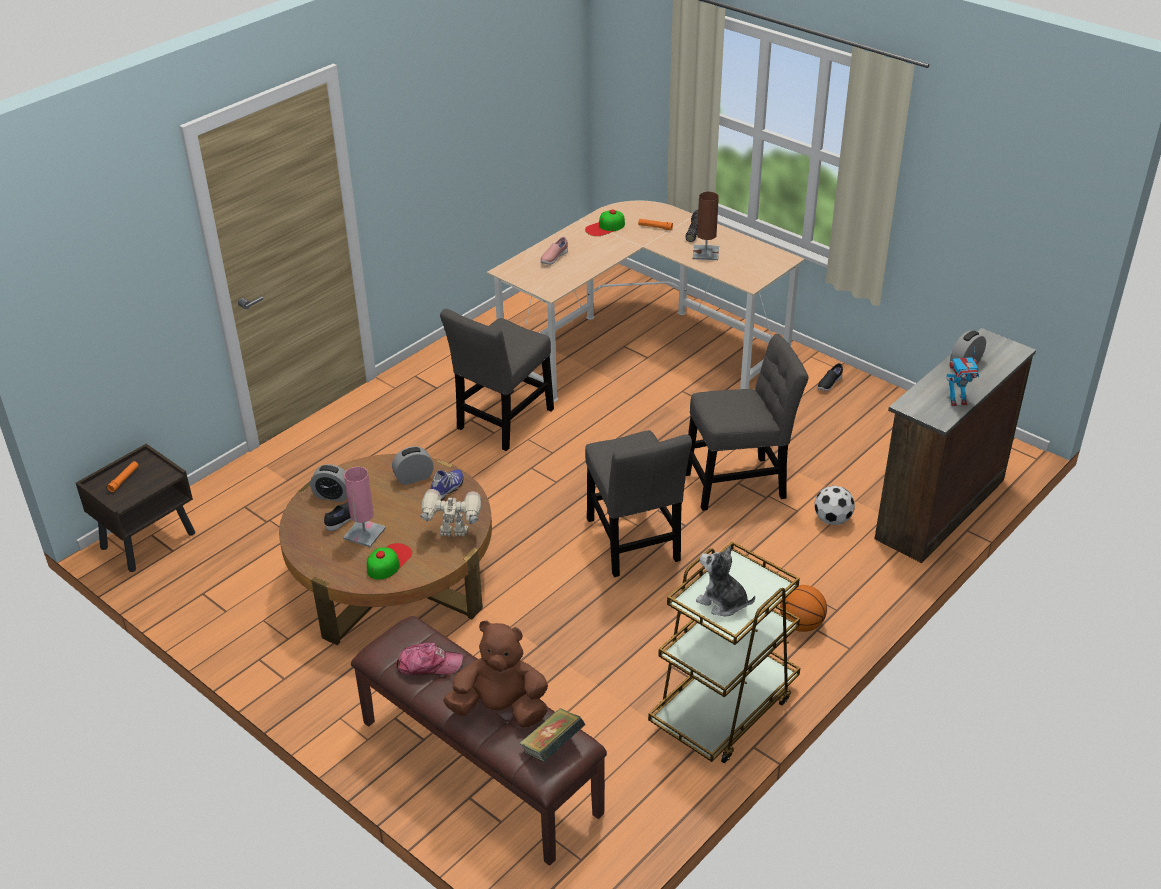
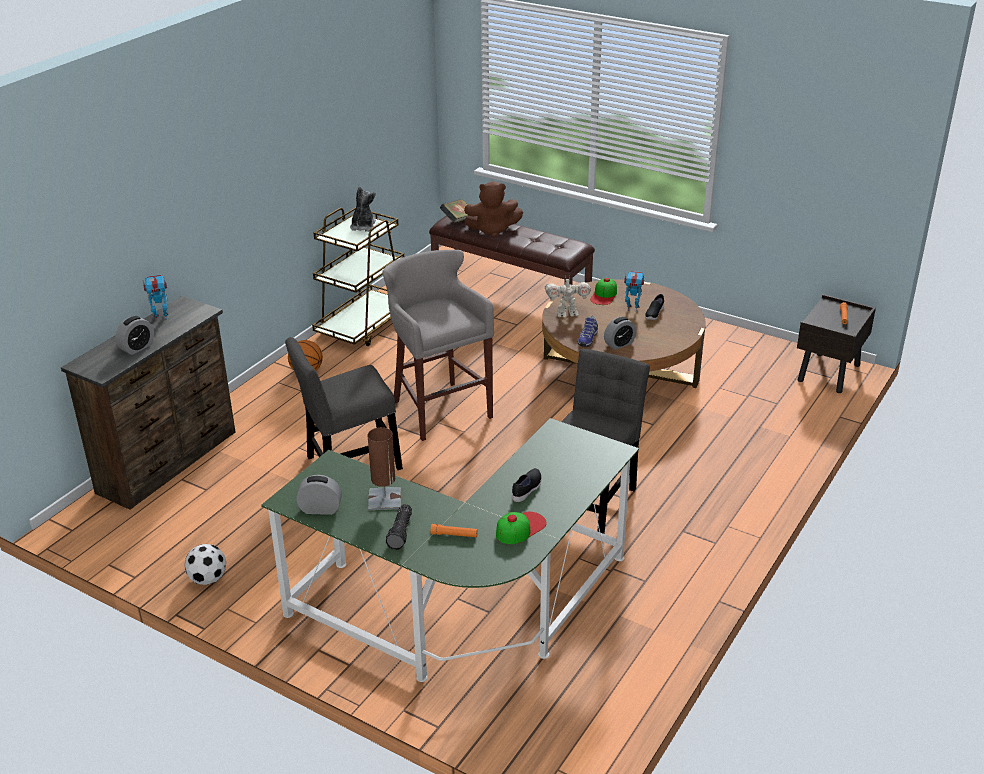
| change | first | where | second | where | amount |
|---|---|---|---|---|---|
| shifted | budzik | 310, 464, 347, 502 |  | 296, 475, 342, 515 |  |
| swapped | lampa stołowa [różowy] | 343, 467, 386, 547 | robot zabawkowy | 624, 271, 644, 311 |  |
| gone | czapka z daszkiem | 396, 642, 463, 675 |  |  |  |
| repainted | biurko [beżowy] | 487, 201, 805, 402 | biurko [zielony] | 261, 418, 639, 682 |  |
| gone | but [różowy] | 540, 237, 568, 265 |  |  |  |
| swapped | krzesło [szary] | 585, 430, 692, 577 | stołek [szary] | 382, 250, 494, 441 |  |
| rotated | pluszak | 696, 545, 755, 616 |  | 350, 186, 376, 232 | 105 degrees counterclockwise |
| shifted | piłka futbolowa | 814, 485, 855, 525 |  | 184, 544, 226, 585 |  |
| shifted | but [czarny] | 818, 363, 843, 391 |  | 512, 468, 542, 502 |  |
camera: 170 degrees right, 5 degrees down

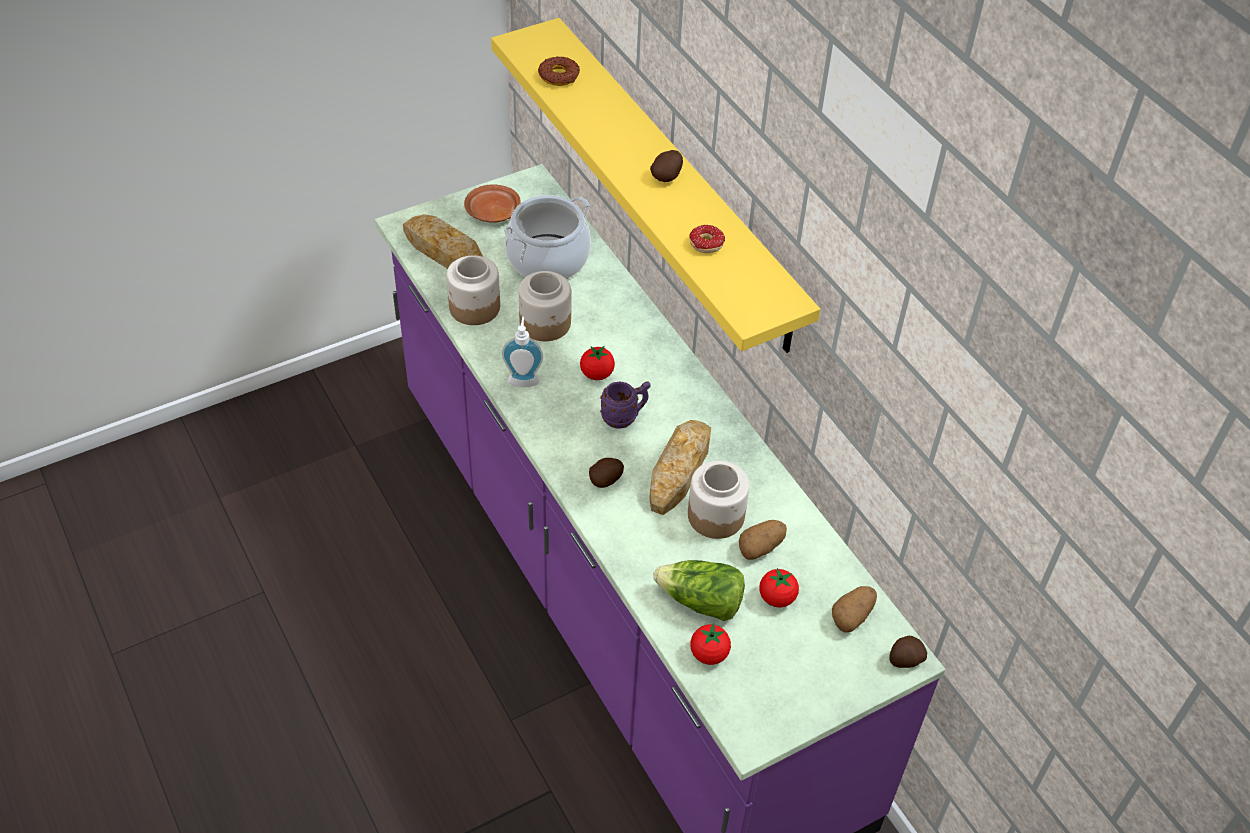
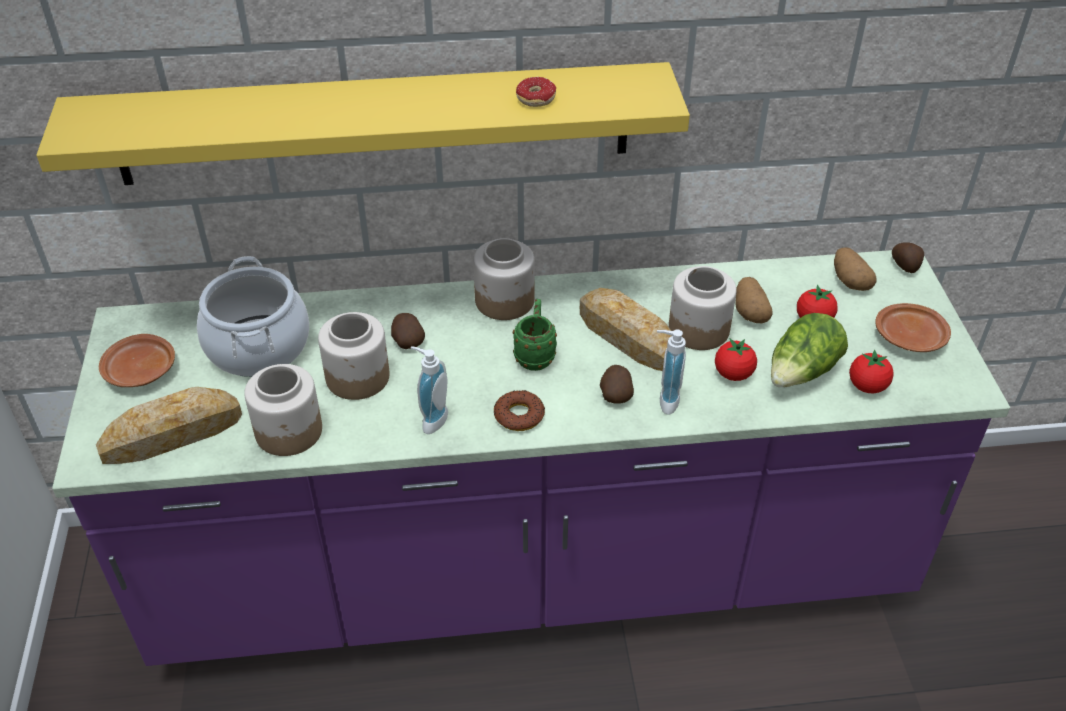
| change | first | where | second | where | amount |
|---|---|---|---|---|---|
| shifted | donut | 538, 56, 580, 86 |  | 494, 390, 545, 431 |  |
| shifted | pomidor | 580, 346, 615, 380 |  | 715, 339, 757, 381 |  |
| repainted | kubek [fioletowy] | 600, 382, 651, 429 | kubek [zielony] | 513, 299, 557, 371 |  |
| shifted | ziemniak | 650, 150, 683, 182 |  | 391, 313, 425, 349 |  |
| new |  |  | słoik | 473, 238, 535, 320 |  |
| new |  |  | dozownik mydła | 657, 330, 686, 415 |  |
| new |  |  | talerz [brązowy] | 875, 303, 951, 352 |  |
camera: 65 degrees left, 5 degrees down

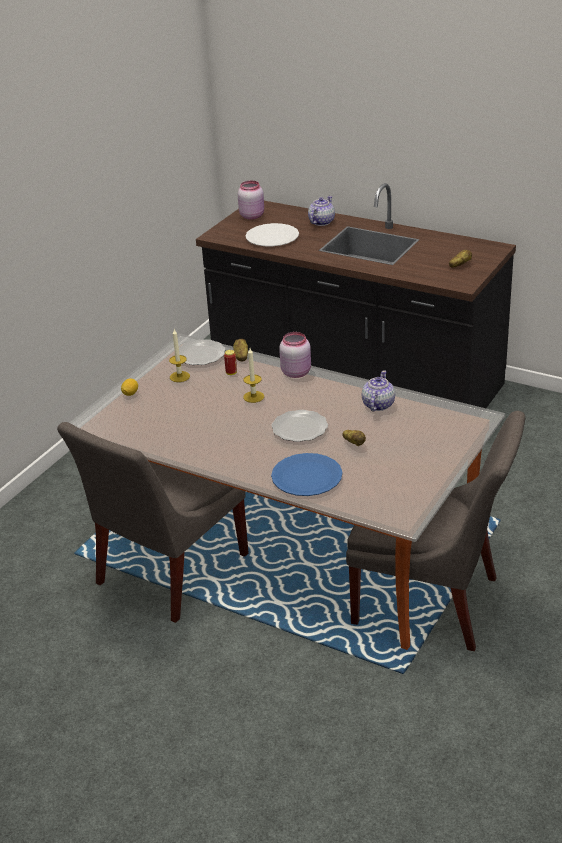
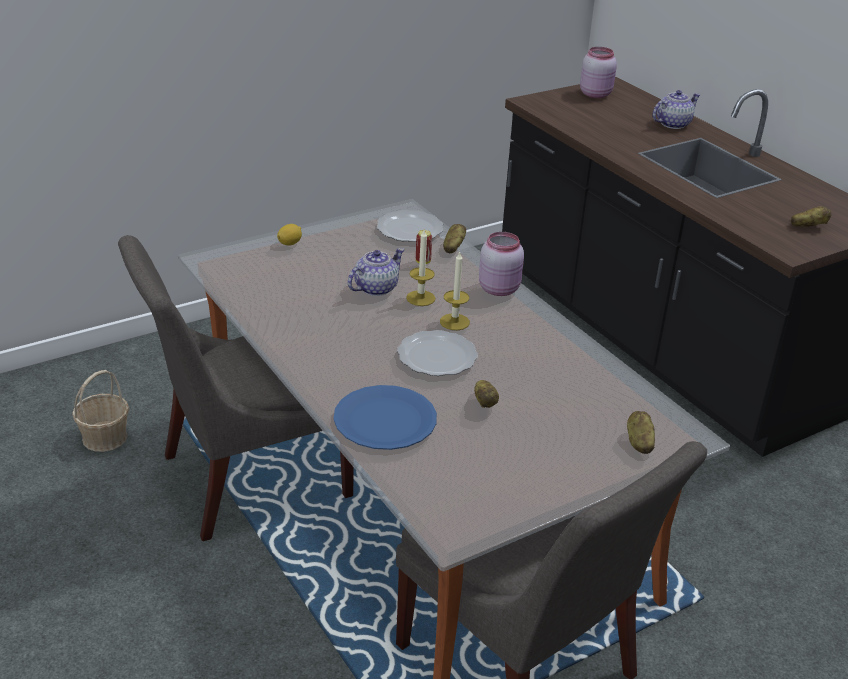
| change | first | where | second | where | amount |
|---|---|---|---|---|---|
| shifted | świeca | 169, 329, 190, 382 |  | 440, 251, 470, 330 |  |
| gone | talerz [biały] | 246, 223, 299, 246 |  |  |  |
| shifted | imbryk | 362, 370, 395, 412 |  | 348, 248, 405, 296 |  |
| new |  |  | koszyk | 72, 370, 129, 452 |  |
| new |  |  | ziemniak | 627, 411, 655, 454 |  |
camera: 25 degrees right, 0 degrees up

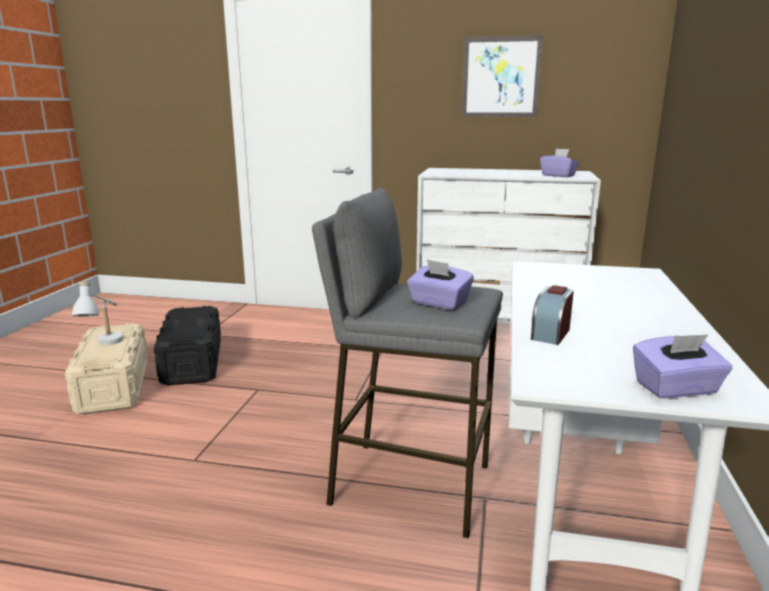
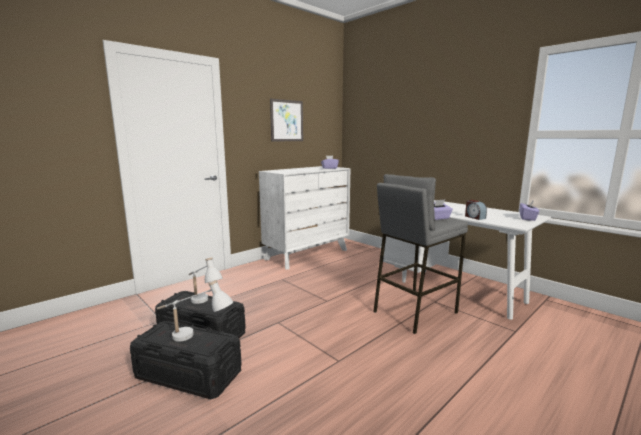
| change | first | where | second | where | amount |
|---|---|---|---|---|---|
| repainted | pojemnik do przechowywania [beżowy] | 65, 323, 148, 414 | pojemnik do przechowywania [czarny] | 130, 321, 242, 399 |  |
| new |  |  | lampa stołowa [biały] | 189, 257, 223, 304 |  |
camera: 55 degrees left, 5 degrees down

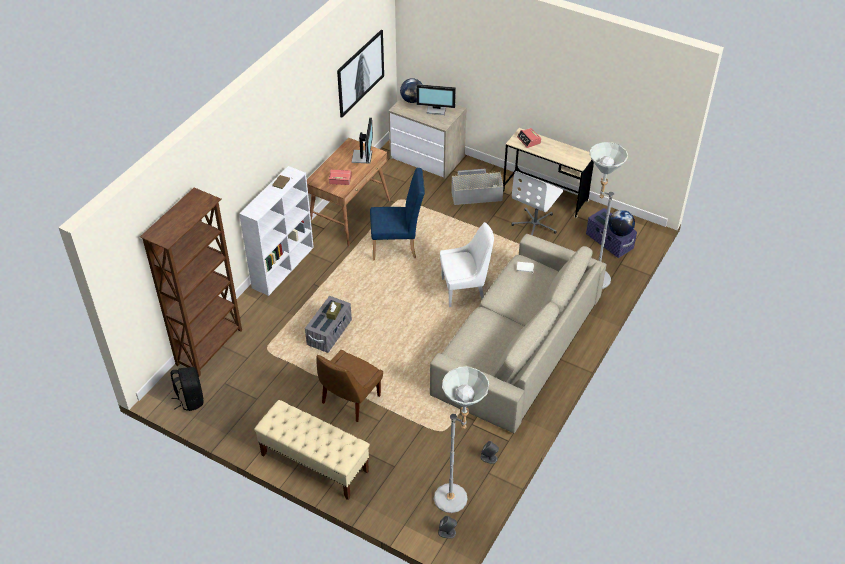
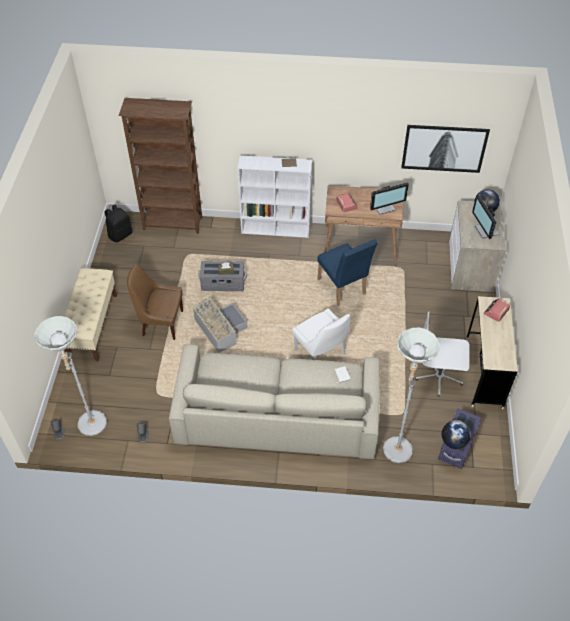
| change | first | where | second | where | amount |
|---|---|---|---|---|---|
| shifted | pojemnik do przechowywania [szary] | 451, 169, 504, 205 |  | 193, 297, 248, 353 |  |
camera: 65 degrees right, 5 degrees up

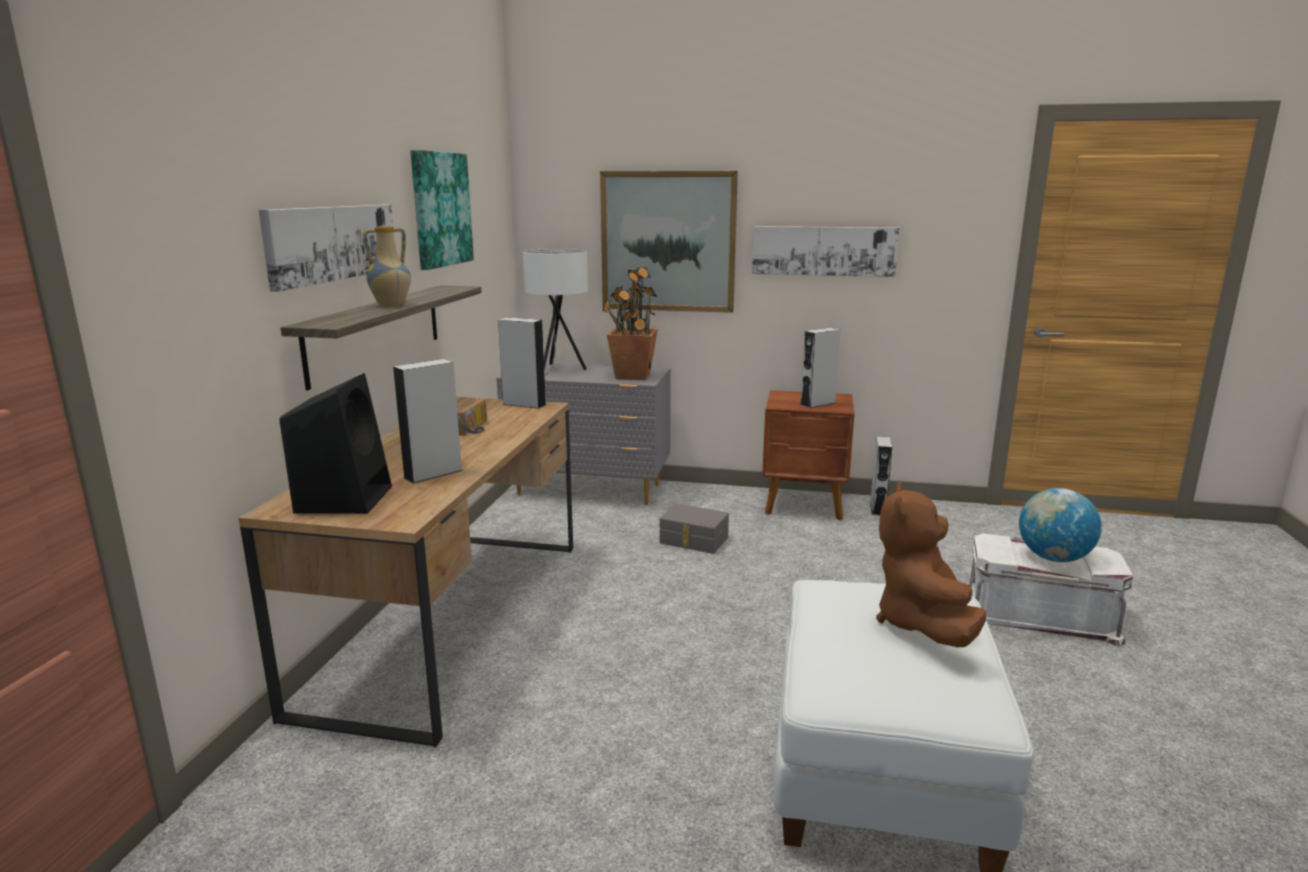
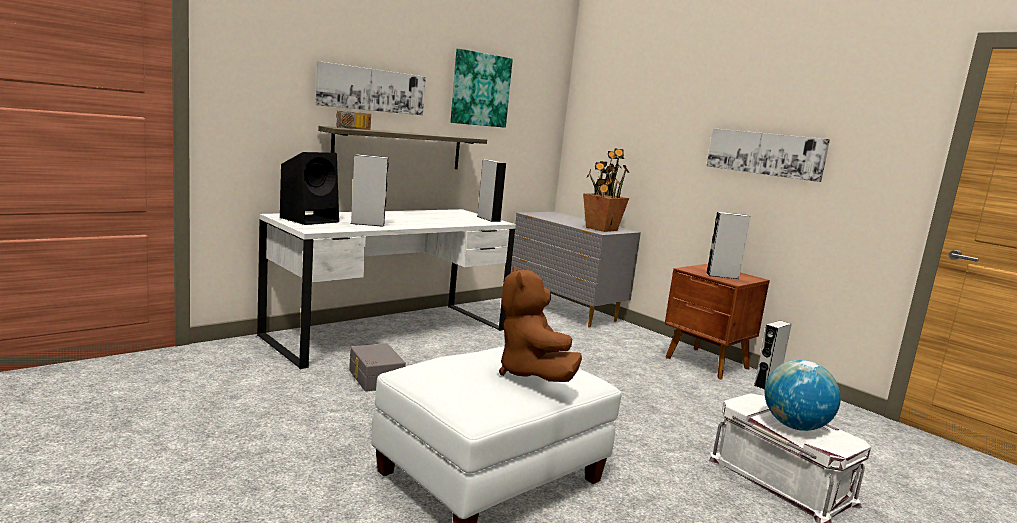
| change | first | where | second | where | amount |
|---|---|---|---|---|---|
| repainted | biurko [brązowy] | 238, 397, 573, 748 | biurko [biały] | 257, 209, 516, 369 |  |
| gone | wazon | 363, 226, 411, 307 |  |  |  |
| shifted | radio | 457, 399, 487, 436 |  | 336, 111, 371, 130 |  |
| gone | lampa stołowa [biały] | 523, 249, 588, 375 |  |  |  |
| gone | obraz | 600, 171, 738, 313 |  |  |  |
| shifted | pojemnik do przechowywania [szary] | 659, 503, 729, 554 |  | 349, 343, 406, 392 |  |
| rotated | pluszak [brązowy] | 876, 482, 986, 647 |  | 499, 265, 582, 382 | 60 degrees counterclockwise |
camera: 35 degrees right, 5 degrees down

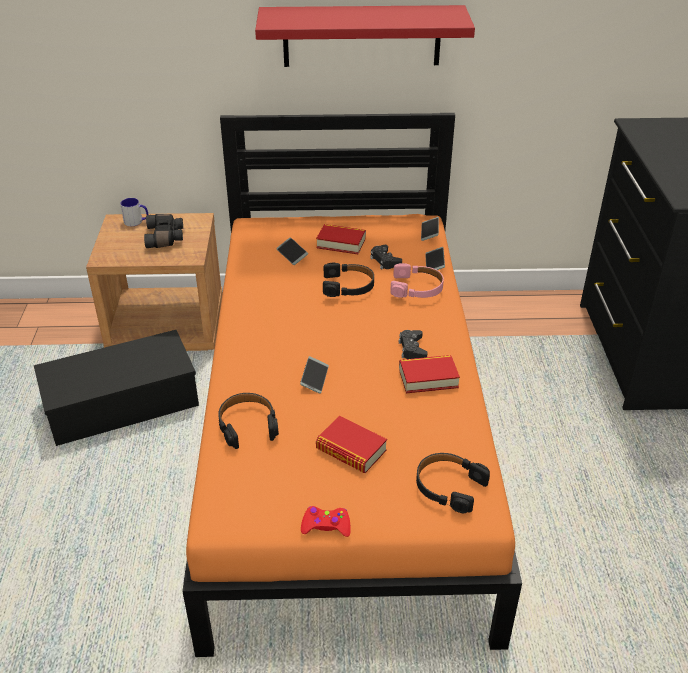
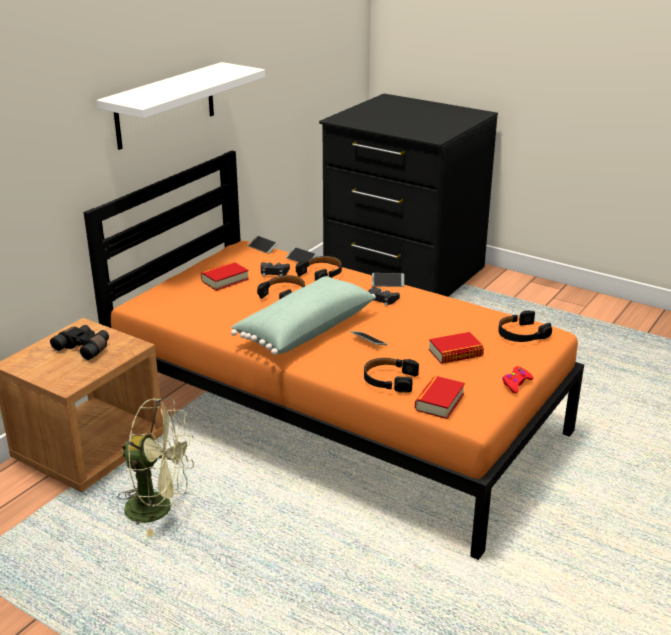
| change | first | where | second | where | amount |
|---|---|---|---|---|---|
| swapped | pojemnik do przechowywania [czarny] | 34, 330, 199, 446 | wentylator [zielony] | 117, 398, 194, 537 |  |
| gone | kubek | 120, 198, 148, 226 |  |  |  |
| repainted | półka [czerwony] | 255, 5, 475, 67 | półka [biały] | 96, 62, 265, 150 |  |
| shifted | telefon | 276, 237, 308, 265 |  | 372, 273, 404, 287 |  |
| repainted | słuchawki [różowy] | 390, 263, 444, 298 | słuchawki [czarny] | 296, 256, 342, 281 |  |
| shifted | książka | 399, 355, 460, 393 |  | 415, 376, 465, 419 |  |
| new |  |  | poduszka [zielony] | 231, 276, 376, 355 |  |
camera: 55 degrees left, 10 degrees down

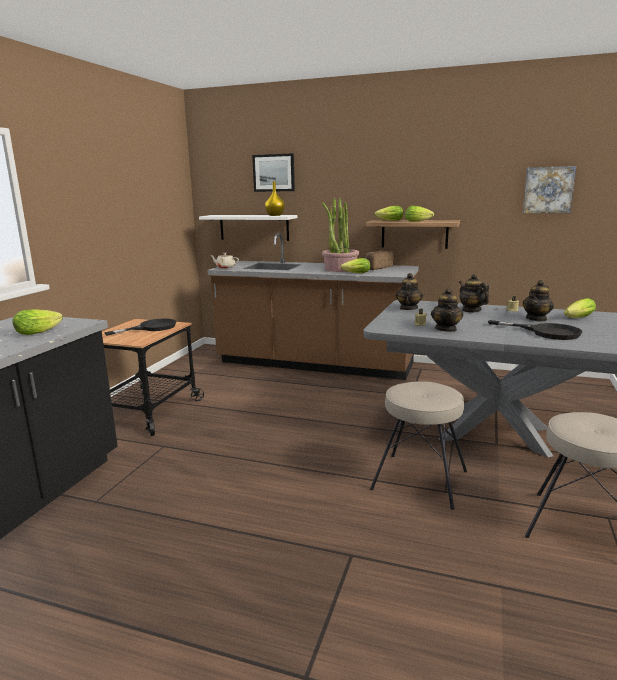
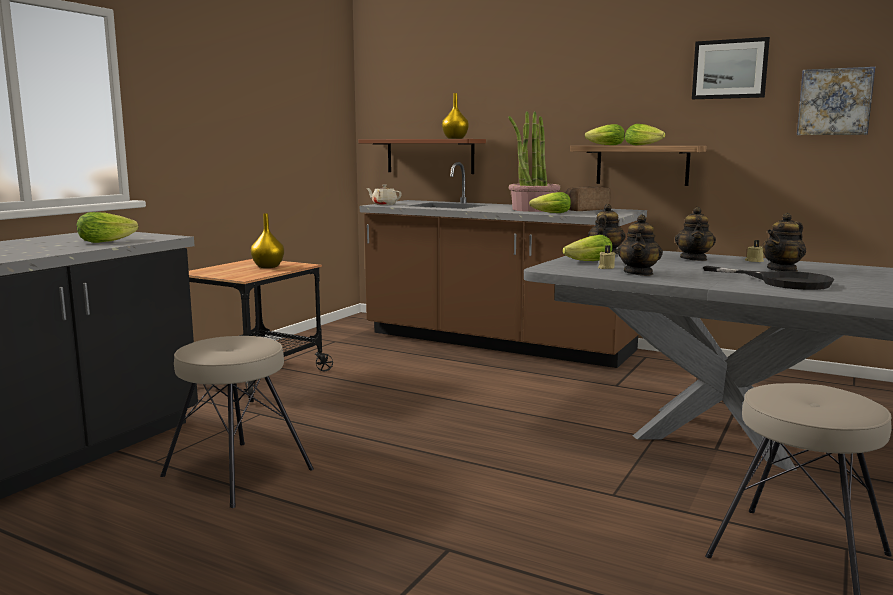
| change | first | where | second | where | amount |
|---|---|---|---|---|---|
| swapped | patelnia [czarny] | 104, 319, 176, 336 | wazon [żółty] | 251, 213, 284, 268 |  |
| repainted | półka [biały] | 199, 215, 297, 241 | półka [brązowy] | 358, 139, 486, 174 |  |
| shifted | obraz | 252, 153, 295, 192 |  | 692, 37, 770, 99 |  |
| shifted | stołek [beżowy] | 370, 381, 467, 510 |  | 160, 336, 314, 508 |  |
| rotated | imbryk | 459, 274, 489, 312 |  | 675, 207, 716, 261 | 150 degrees counterclockwise |
| shifted | sałata | 564, 298, 596, 318 |  | 562, 235, 612, 261 |  |
camera: 10 degrees right, 5 degrees down

